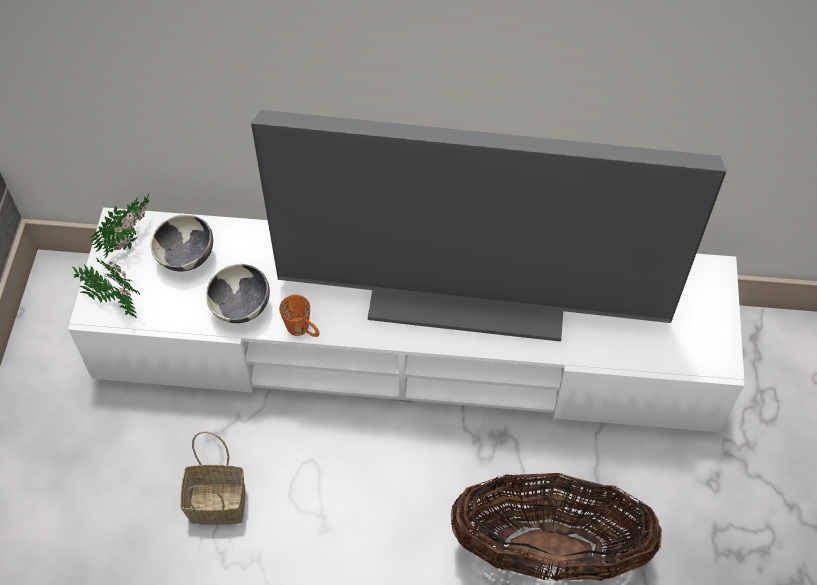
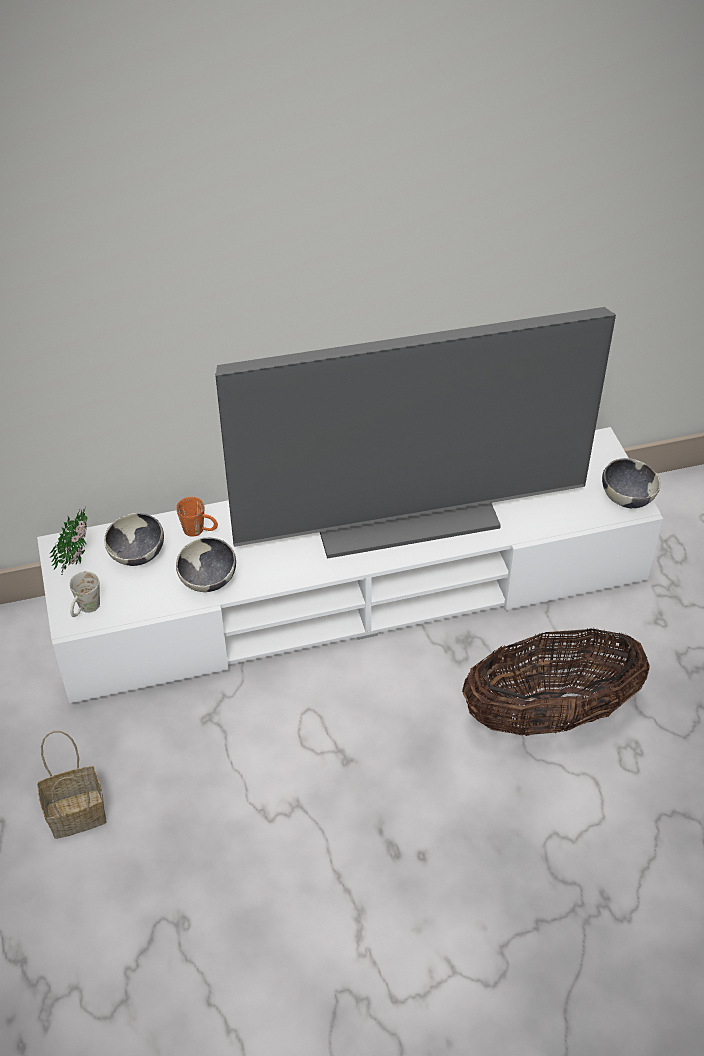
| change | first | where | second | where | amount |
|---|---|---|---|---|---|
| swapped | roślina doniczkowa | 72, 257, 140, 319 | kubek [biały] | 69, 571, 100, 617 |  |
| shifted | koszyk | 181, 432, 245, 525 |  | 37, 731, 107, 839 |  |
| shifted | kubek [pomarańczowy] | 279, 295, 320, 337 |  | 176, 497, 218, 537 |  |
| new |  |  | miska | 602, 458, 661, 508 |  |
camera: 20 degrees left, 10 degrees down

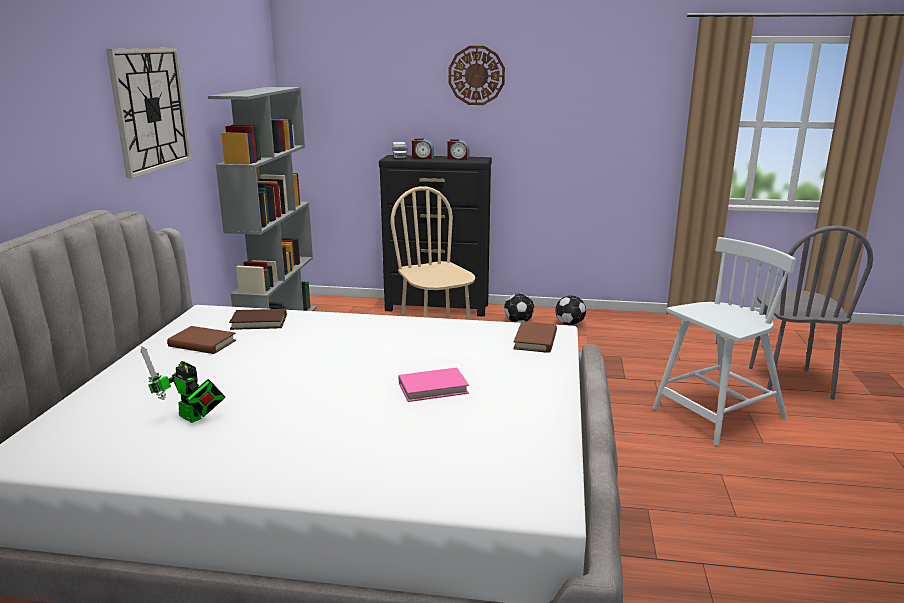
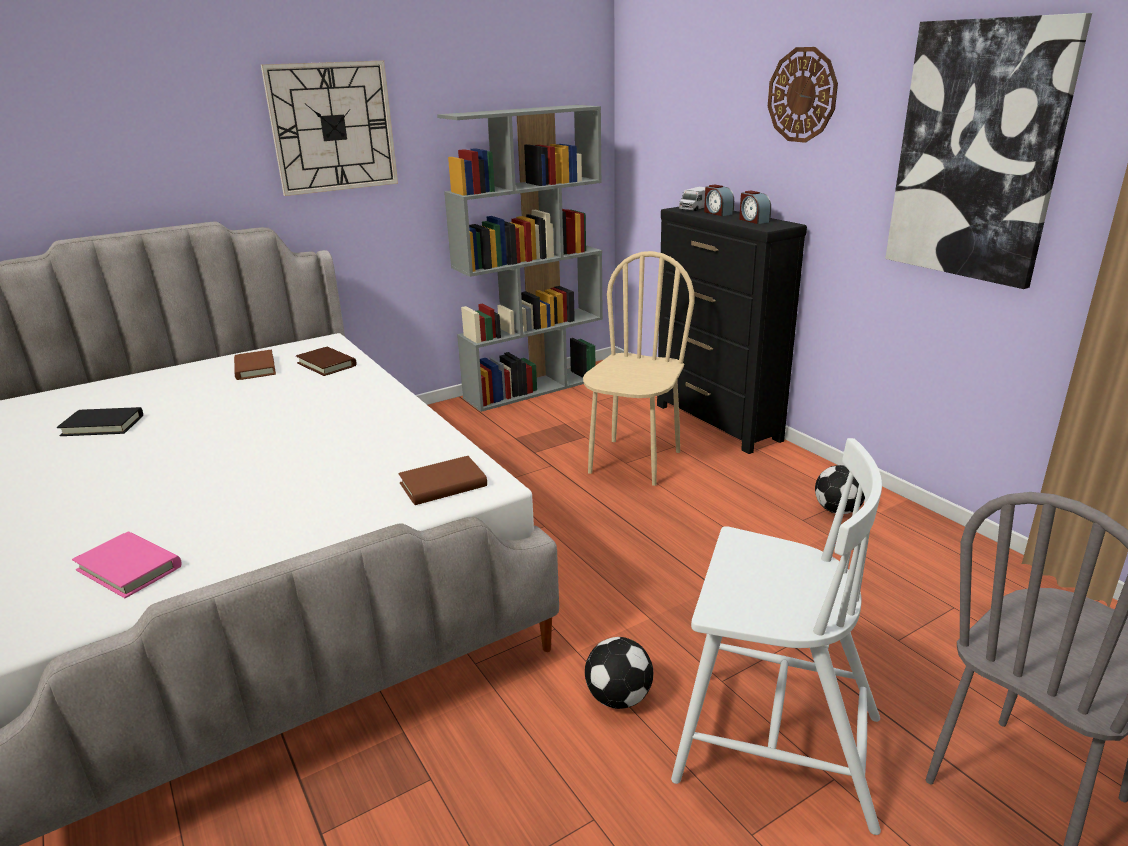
| change | first | where | second | where | amount |
|---|---|---|---|---|---|
| swapped | robot zabawkowy | 141, 346, 225, 423 | książka [czarny] | 57, 407, 143, 436 |  |
| shifted | książka [różowy] | 398, 368, 469, 402 |  | 72, 531, 182, 598 |  |
| shifted | piłka futbolowa | 504, 293, 534, 323 |  | 585, 637, 653, 709 |  |
| new |  |  | obraz | 885, 13, 1092, 289 |  |
camera: 50 degrees right, 5 degrees up

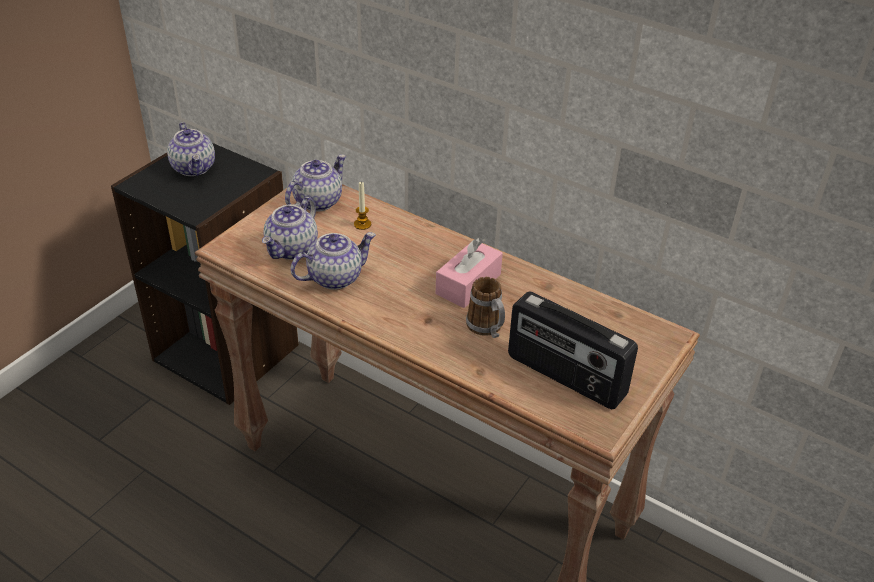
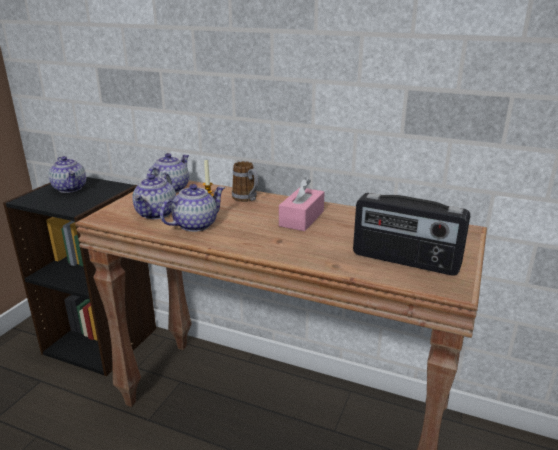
| change | first | where | second | where | amount |
|---|---|---|---|---|---|
| shifted | kubek | 466, 277, 505, 338 |  | 232, 161, 258, 202 |  |
camera: 10 degrees left, 15 degrees down

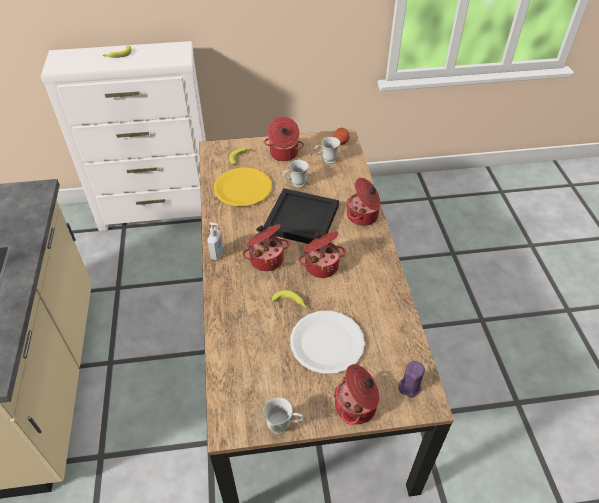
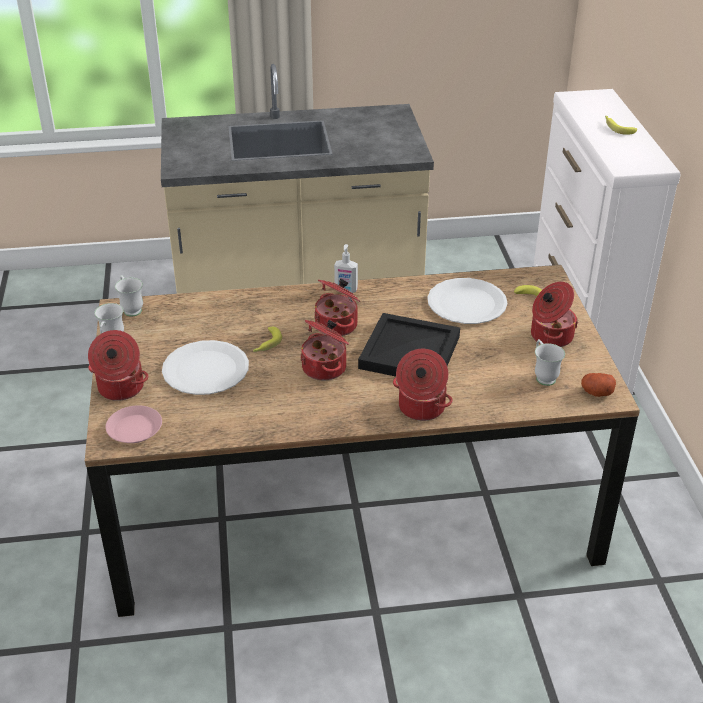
| change | first | where | second | where | amount |
|---|---|---|---|---|---|
| repainted | talerz [żółty] | 213, 167, 272, 206 | talerz [biały] | 427, 278, 507, 324 |  |
| shifted | kubek [biały] | 283, 160, 309, 188 |  | 115, 275, 143, 316 |  |
| swapped | świeca [fioletowy] | 398, 361, 425, 398 | talerz [różowy] | 106, 405, 162, 443 |  |
camera: 90 degrees right, 10 degrees down

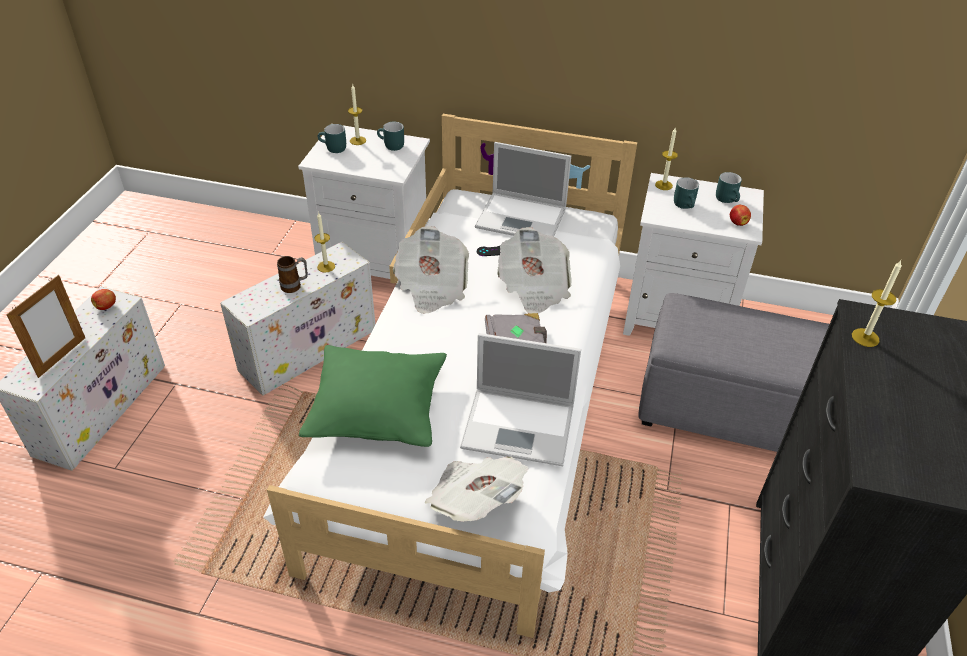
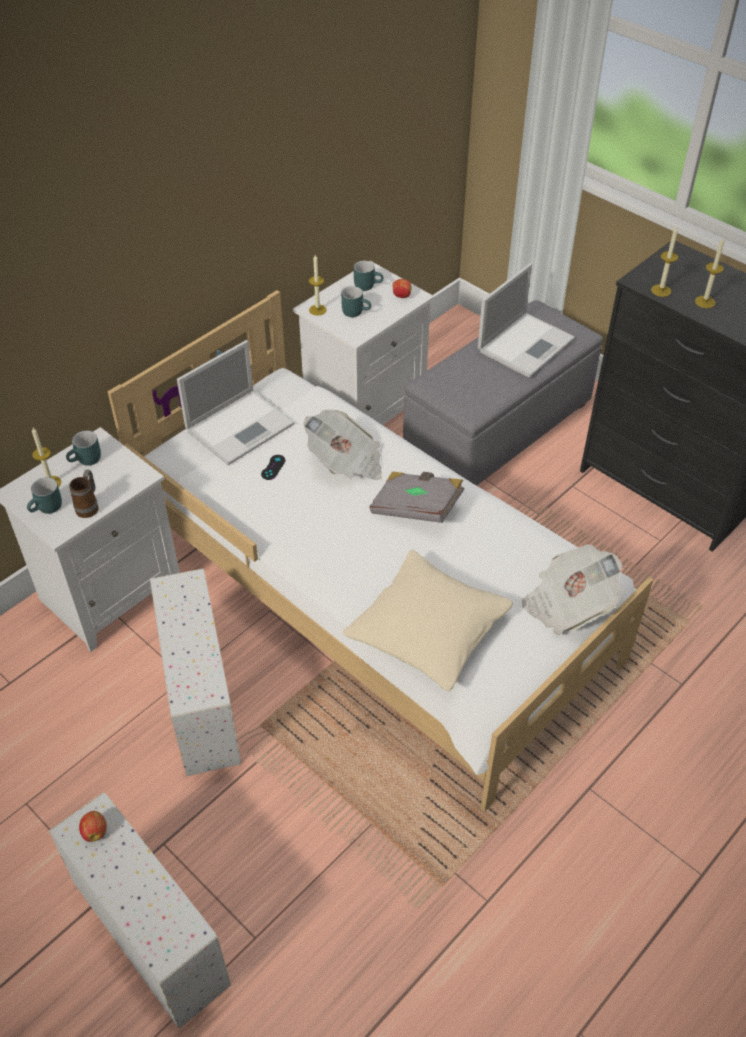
| change | first | where | second | where | amount |
|---|---|---|---|---|---|
| gone | ramka na zdjęcie | 6, 275, 85, 378 |  |  |  |
| shifted | kubek | 277, 256, 308, 293 |  | 69, 469, 99, 518 |  |
| repainted | poduszka [zielony] | 299, 345, 447, 447 | poduszka [beżowy] | 343, 550, 513, 691 |  |
| shifted | świeca | 314, 213, 335, 273 |  | 695, 238, 724, 308 |  |
| gone | gazeta | 393, 226, 469, 314 |  |  |  |
| shifted | laptop | 460, 333, 581, 466 |  | 478, 263, 575, 378 |  |
camera: 60 degrees left, 5 degrees up

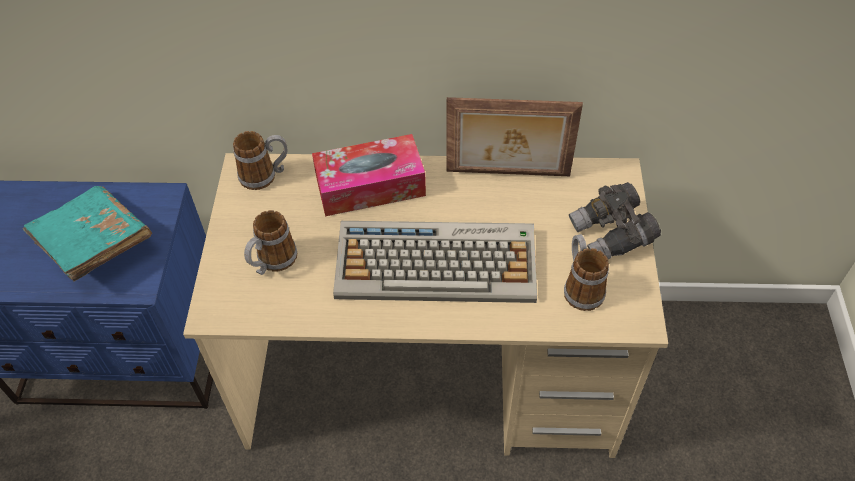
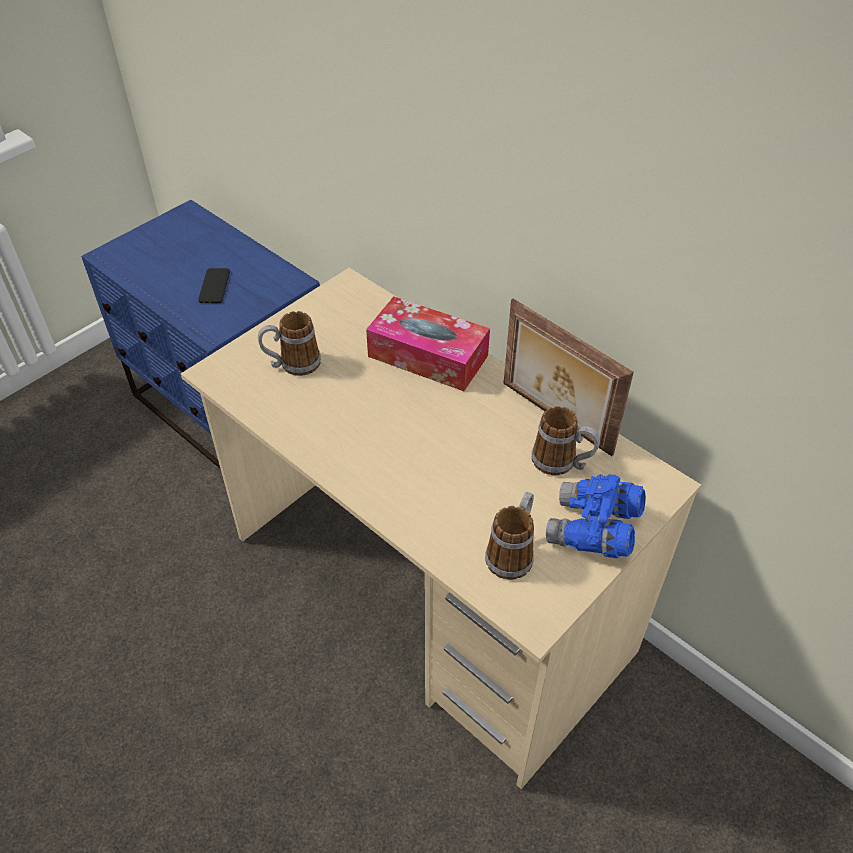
| change | first | where | second | where | amount |
|---|---|---|---|---|---|
| swapped | książka [turkusowy] | 23, 186, 152, 282 | telefon | 198, 268, 230, 303 |  |
| shifted | kubek | 233, 131, 287, 190 |  | 532, 406, 600, 475 |  |
| gone | klawiatura | 333, 221, 537, 303 |  |  |  |
| repainted | lornetka [szary] | 569, 182, 661, 259 | lornetka [niebieski] | 546, 474, 646, 559 |  |
camera: 40 degrees right, 5 degrees down

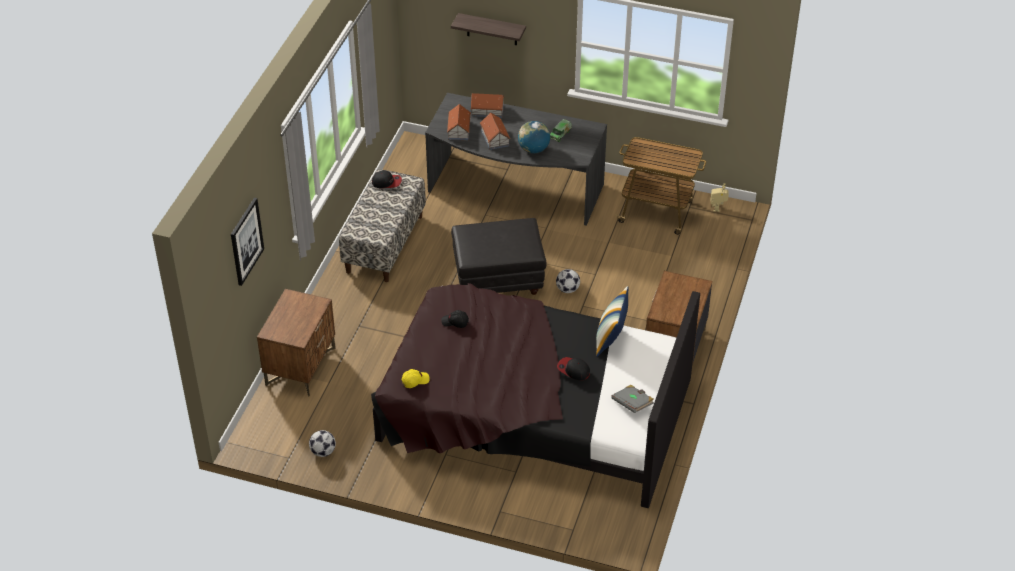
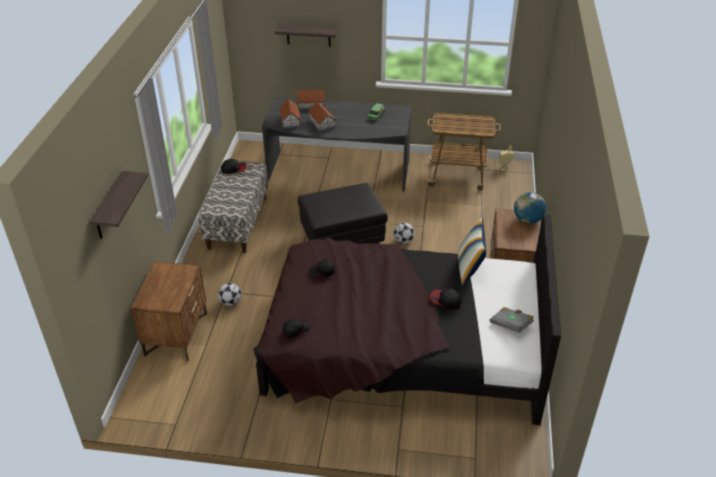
| change | first | where | second | where | amount |
|---|---|---|---|---|---|
| swapped | obraz | 231, 198, 264, 286 | półka | 89, 171, 148, 239 |  |
| shifted | piłka futbolowa | 309, 430, 336, 457 |  | 218, 283, 241, 306 |  |
| repainted | czapka z daszkiem [żółty] | 402, 369, 430, 388 | czapka z daszkiem [czarny] | 283, 318, 310, 337 |  |
| shifted | globus | 518, 121, 550, 153 |  | 514, 192, 546, 224 |  |
camera: 10 degrees left, 5 degrees down

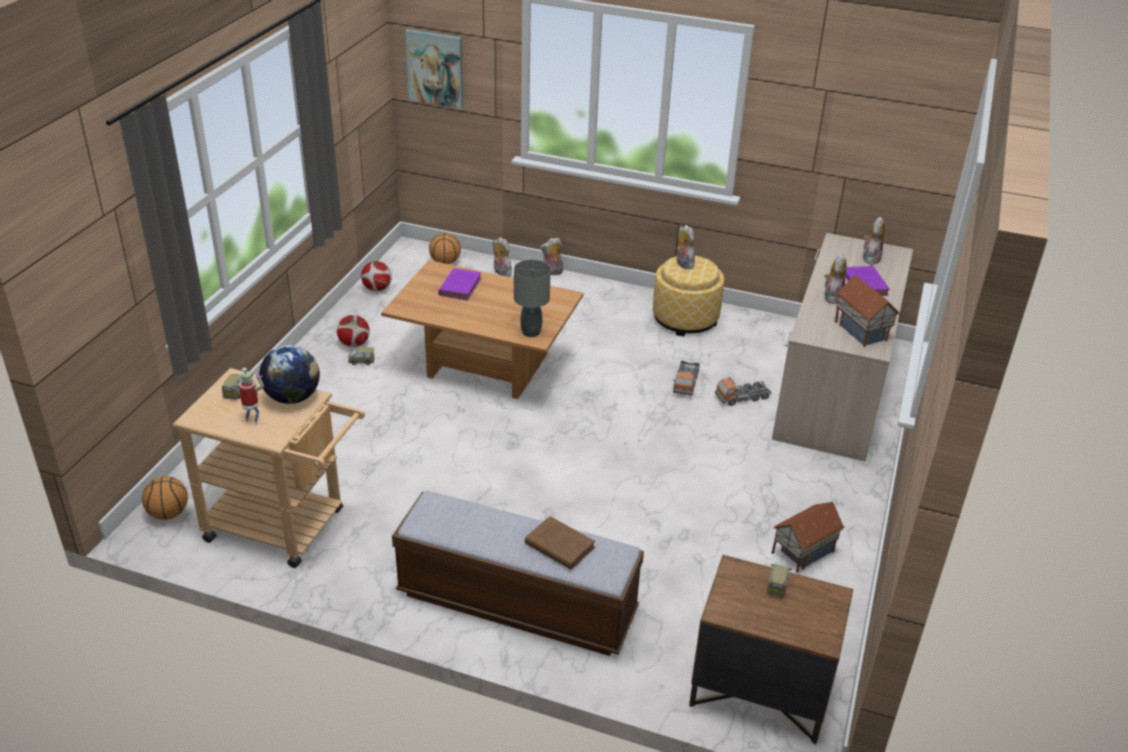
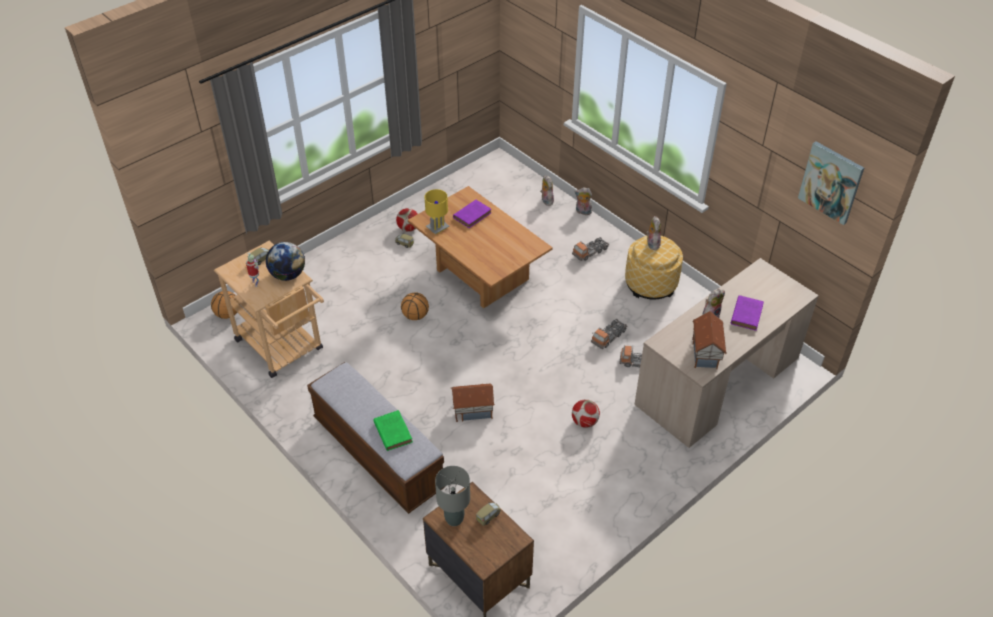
| change | first | where | second | where | amount |
|---|---|---|---|---|---|
| shifted | piłka futbolowa | 361, 261, 392, 291 |  | 572, 400, 600, 428 |  |
| shifted | obraz | 405, 29, 463, 109 |  | 798, 141, 864, 225 |  |
| shifted | piłka do koszykówki | 429, 233, 461, 264 |  | 401, 292, 429, 320 |  |
| shifted | lampa stołowa [szary] | 514, 260, 551, 337 |  | 435, 466, 470, 526 |  |
| repainted | książka [brązowy] | 525, 516, 595, 570 | książka [zielony] | 373, 410, 413, 451 |  |
| shifted | domek | 772, 502, 844, 573 |  | 451, 384, 495, 422 |  |
| gone | pluszak | 863, 217, 885, 265 |  |  |  |
| new |  |  | lampa stołowa [żółty] | 424, 189, 449, 235 |  |
| new |  |  | ciężarówka zabawkowa | 572, 237, 609, 261 |  |
camera: 30 degrees right, 10 degrees up

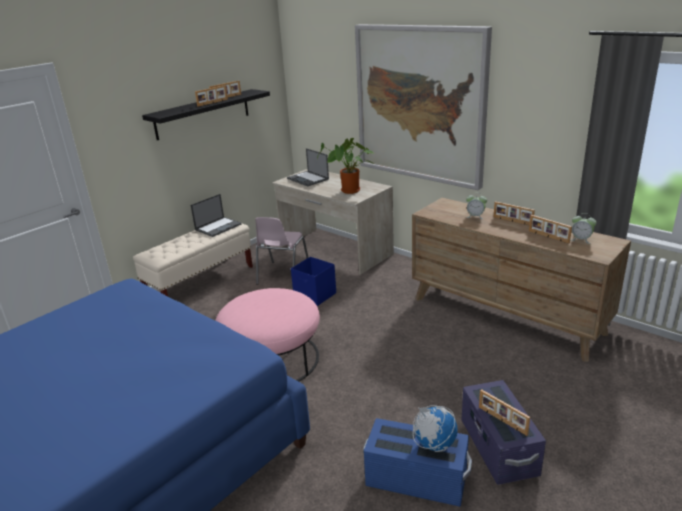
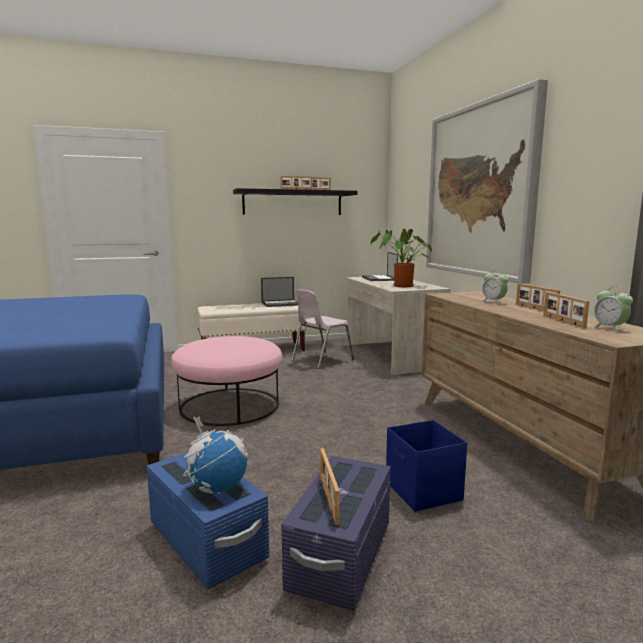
| change | first | where | second | where | amount |
|---|---|---|---|---|---|
| shifted | pojemnik do przechowywania [niebieski] | 291, 257, 336, 306 |  | 386, 420, 467, 512 |  |
camera: 30 degrees right, 15 degrees down

